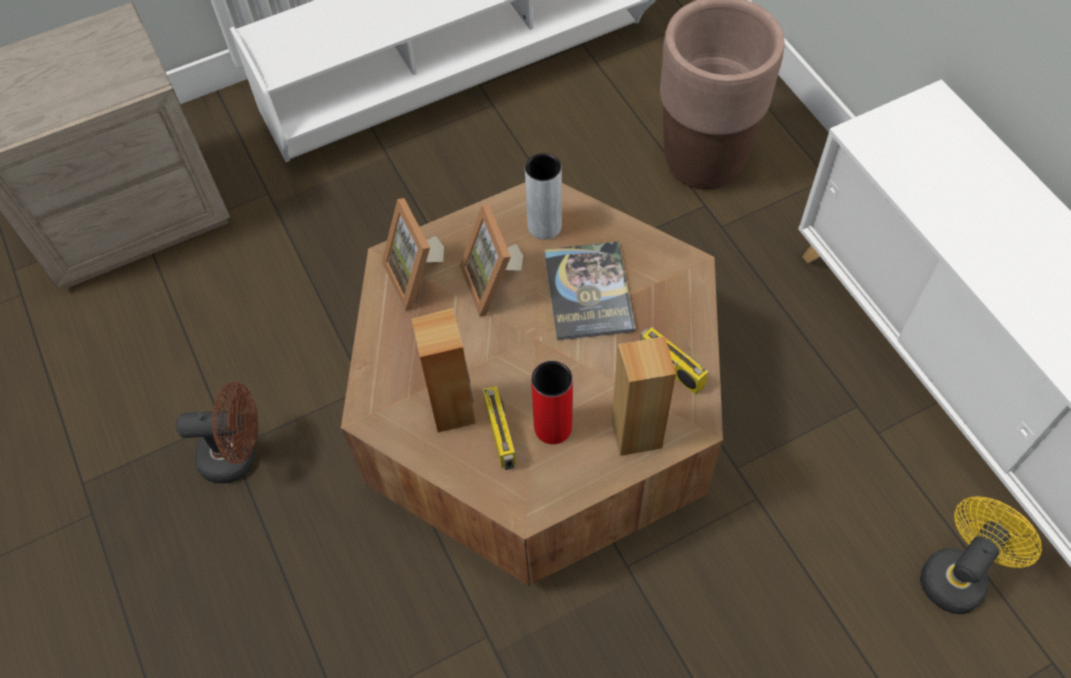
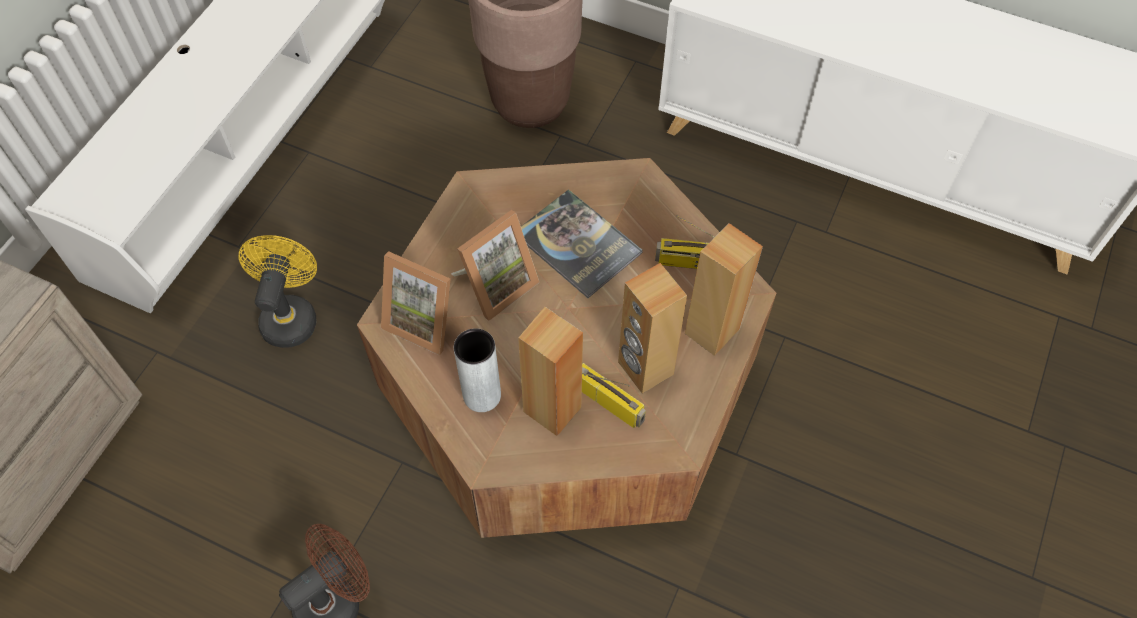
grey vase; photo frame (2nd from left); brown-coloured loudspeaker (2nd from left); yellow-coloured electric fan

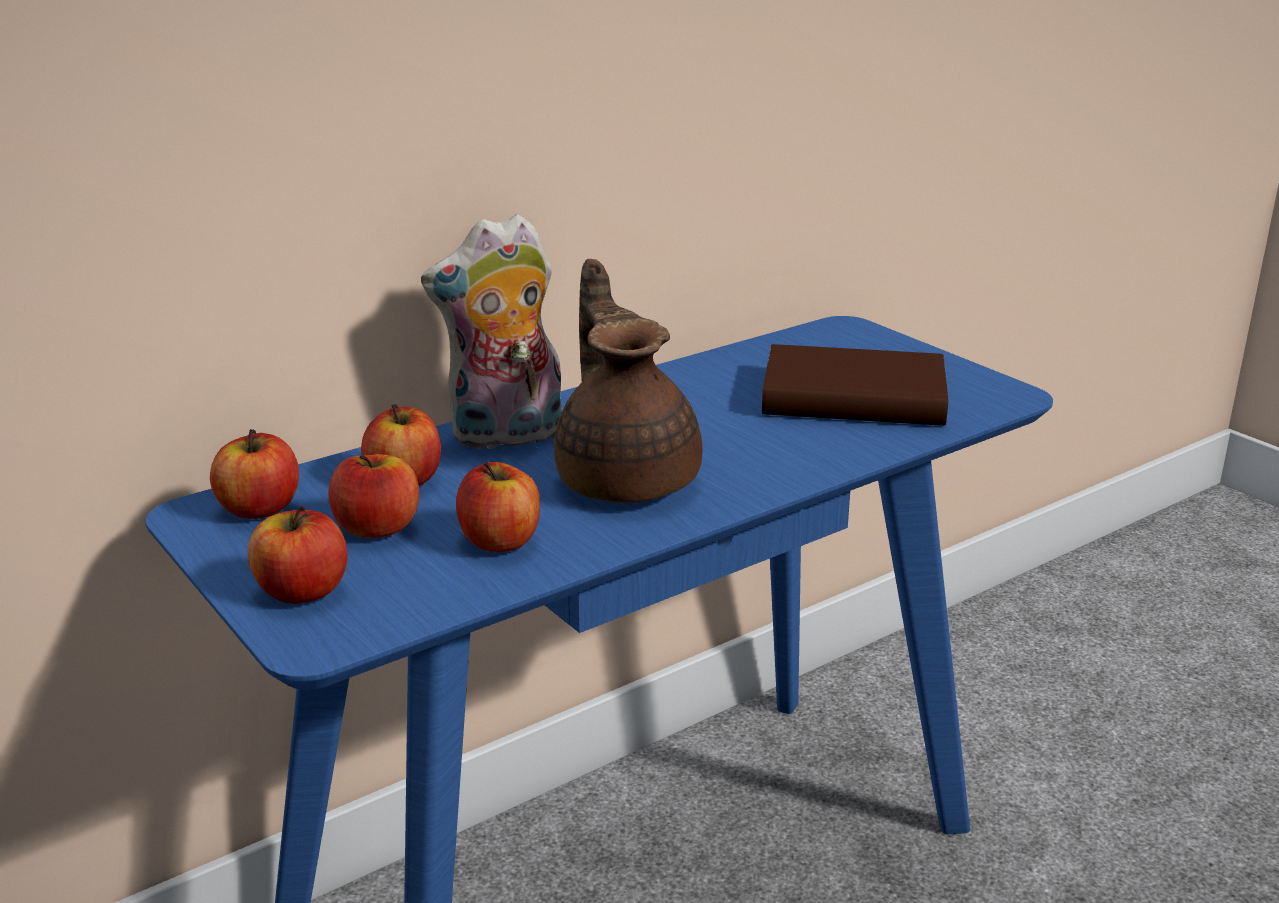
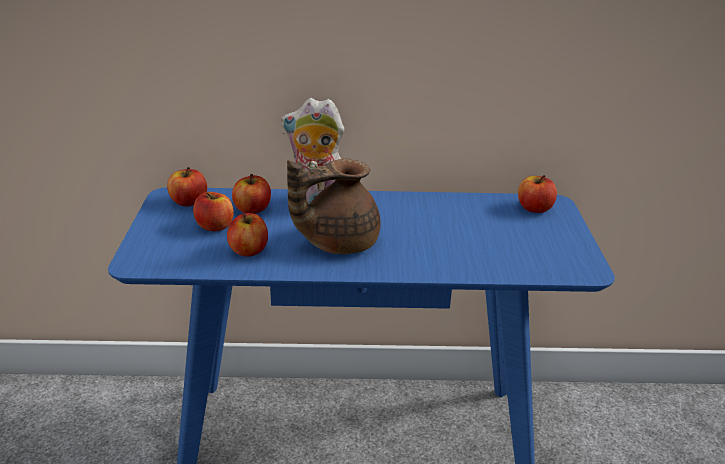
brown-coloured tea pot; brown-coloured book; apple fruit (5th from left)

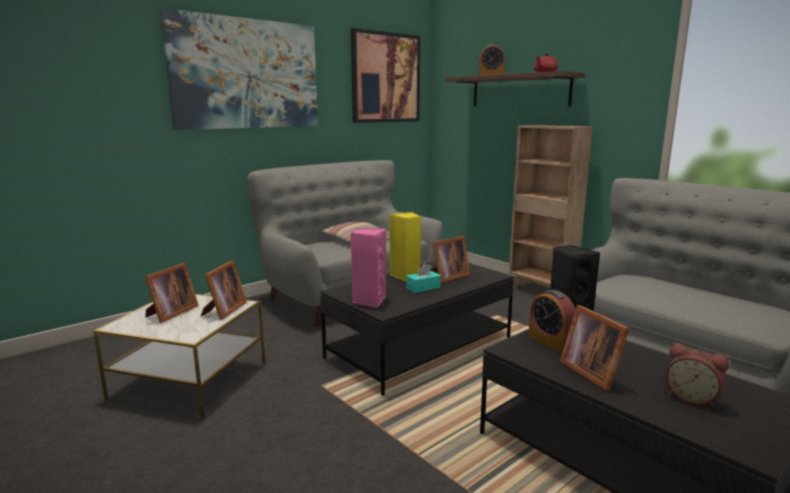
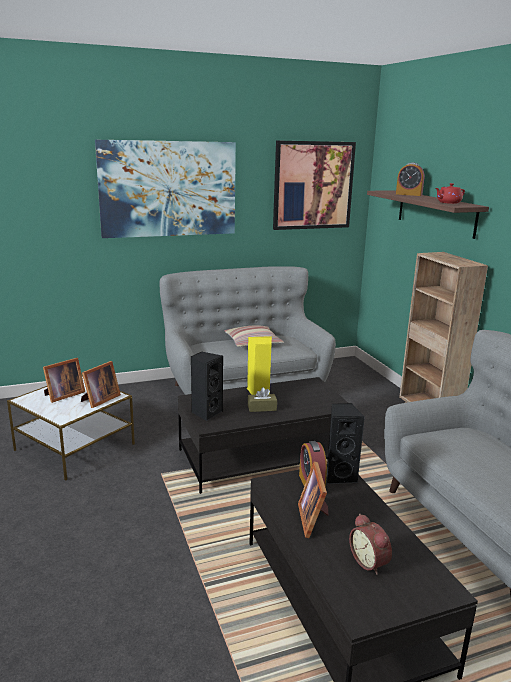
black loudspeaker (1st from left); photo frame (3rd from left in the first image); brown-coloured tissue box

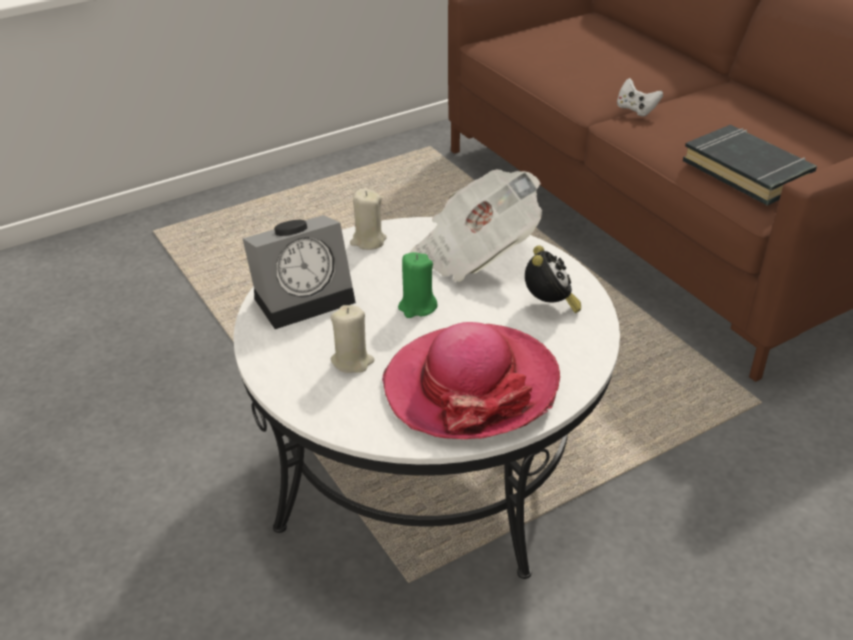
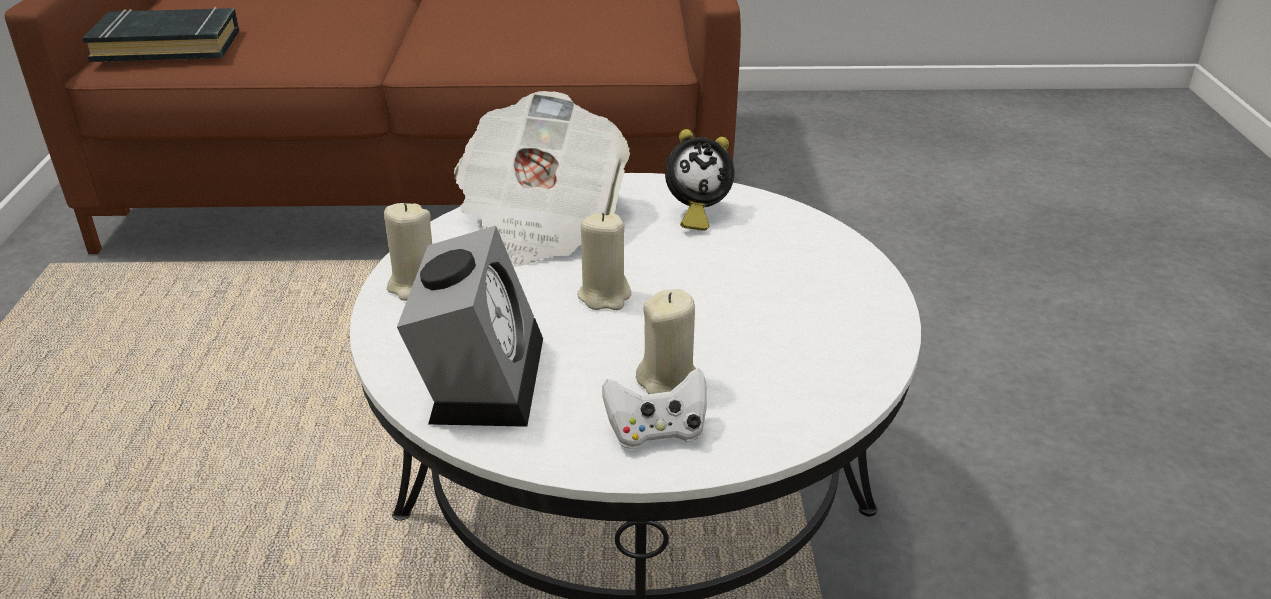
white-coloured joypad; black book; table clock (2nd from left); beige wax candle (2nd from left); hat

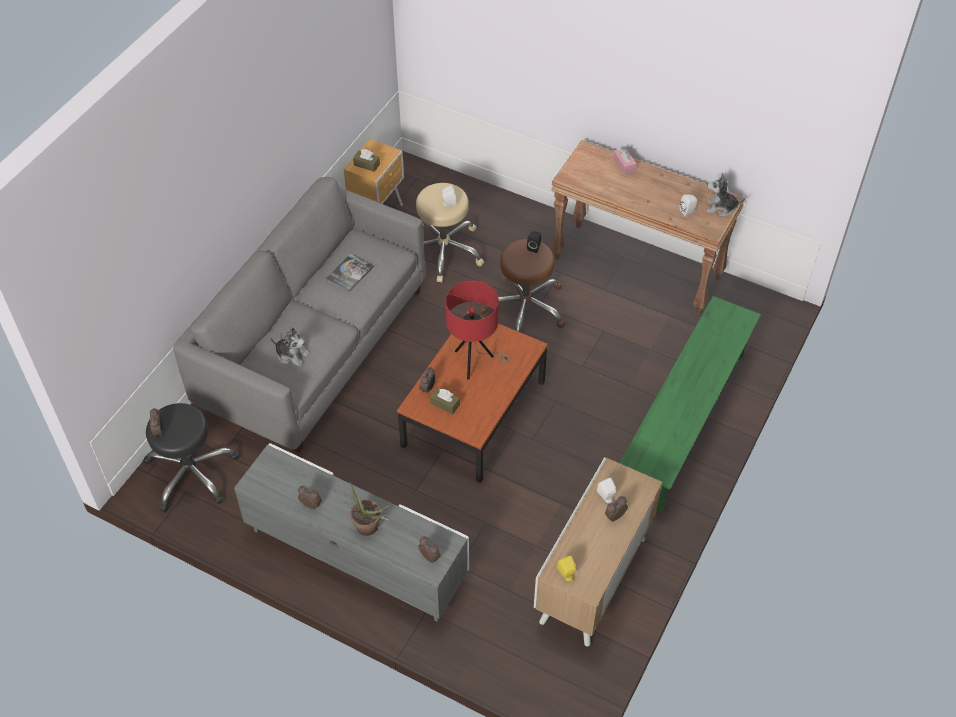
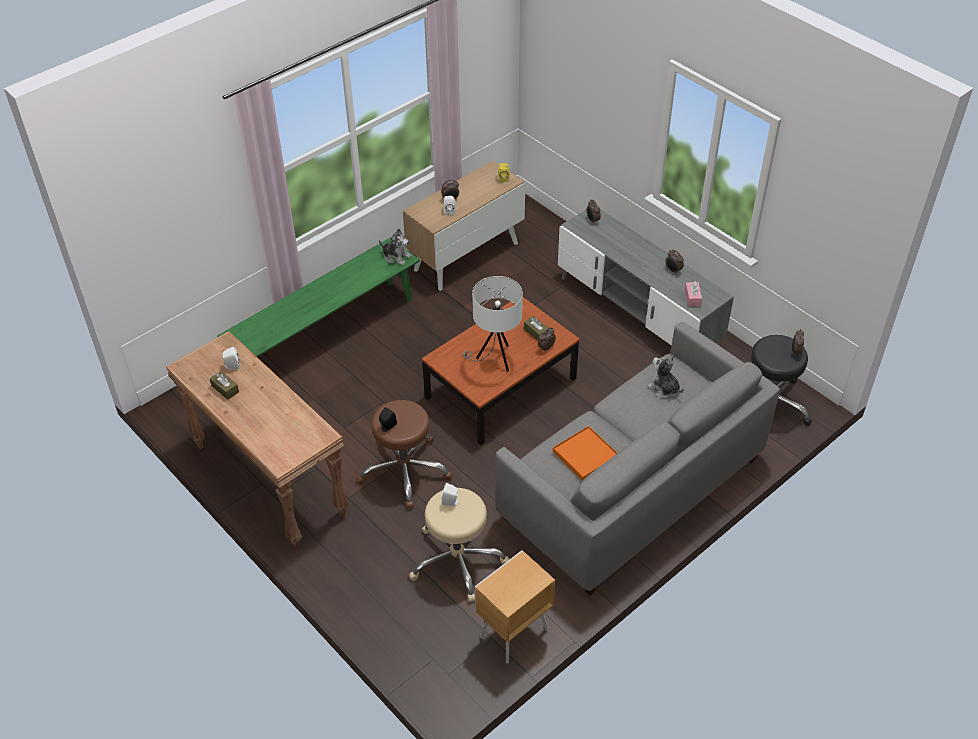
pink-coloured tissue box; brown-coloured tissue box (1st from left); soft toy (1st from left); orangey serving tray; white-coloured tabletop lamp; houseplant

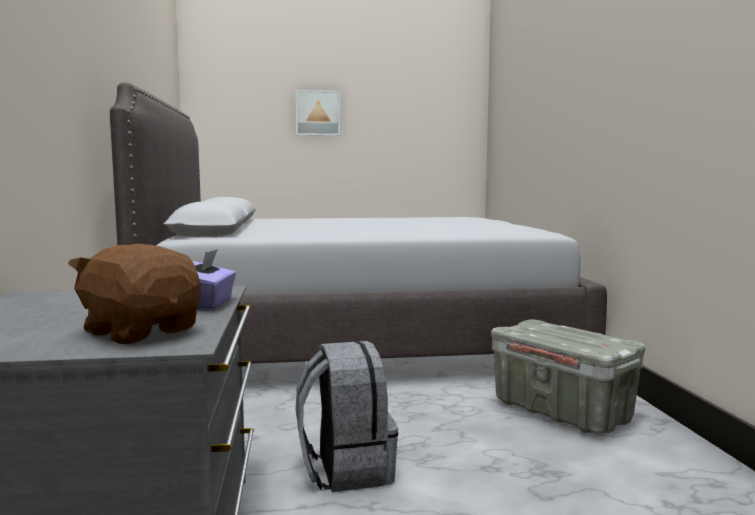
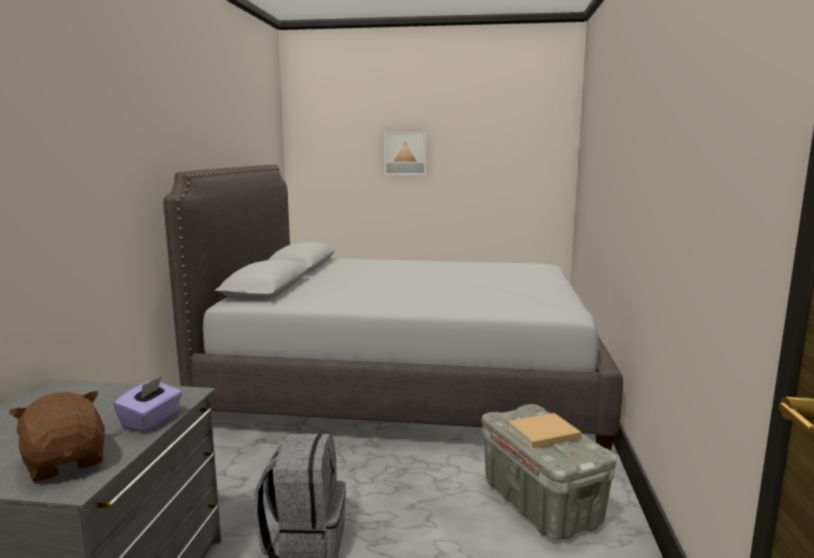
beige book

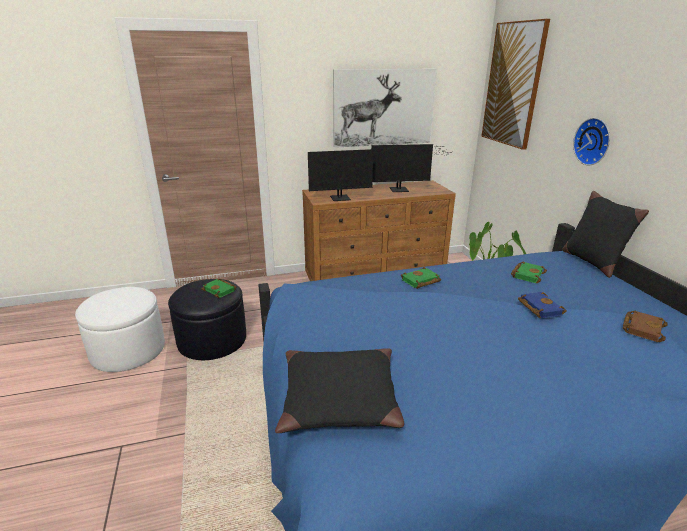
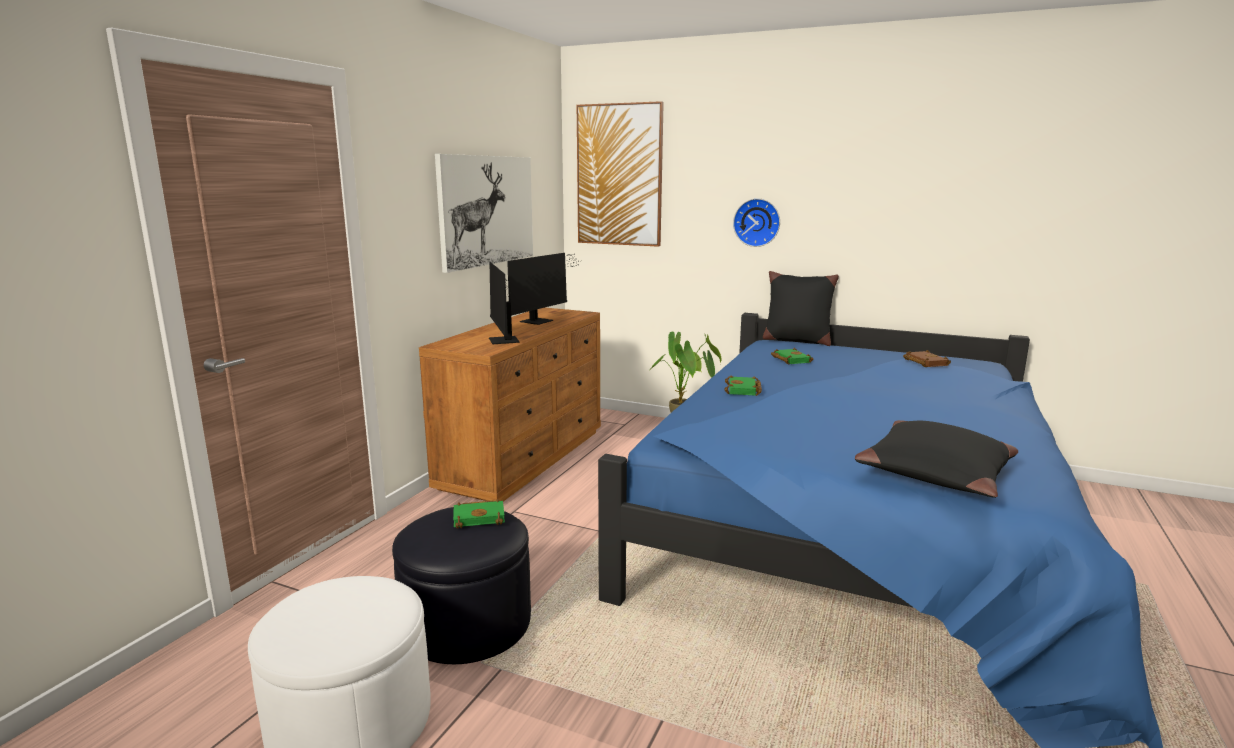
computer display (1st from left); blue book

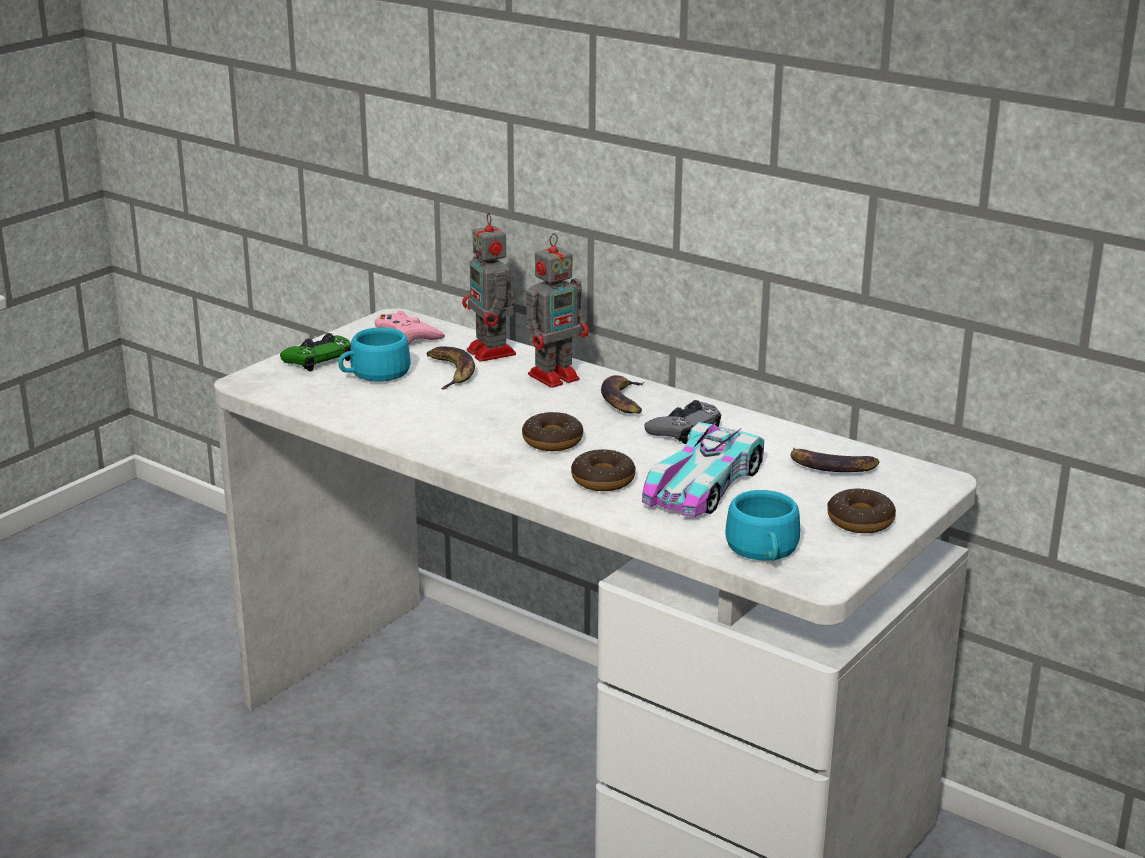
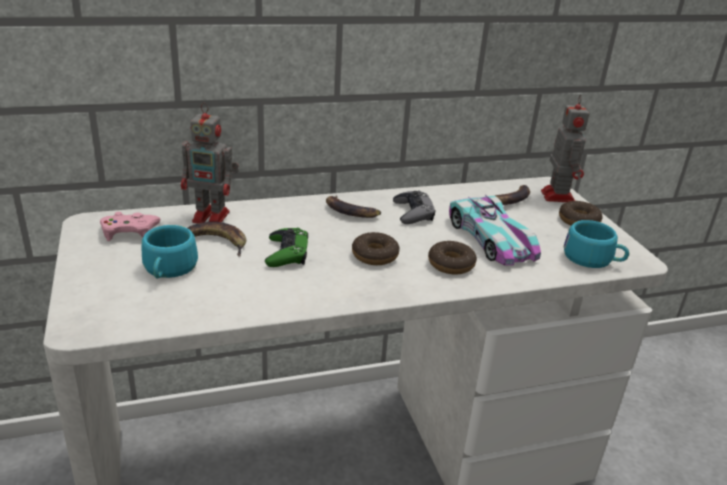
robot figure (2nd from left); green joypad

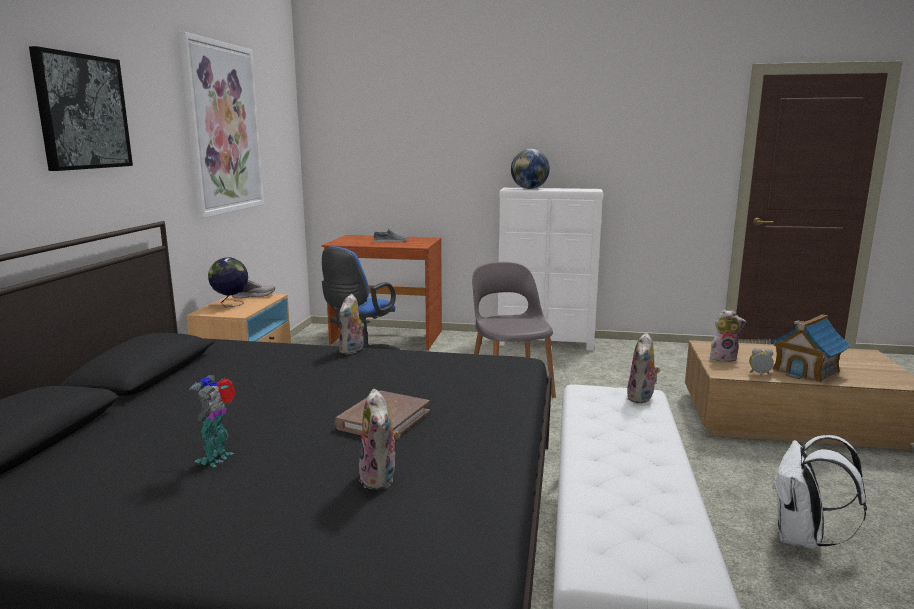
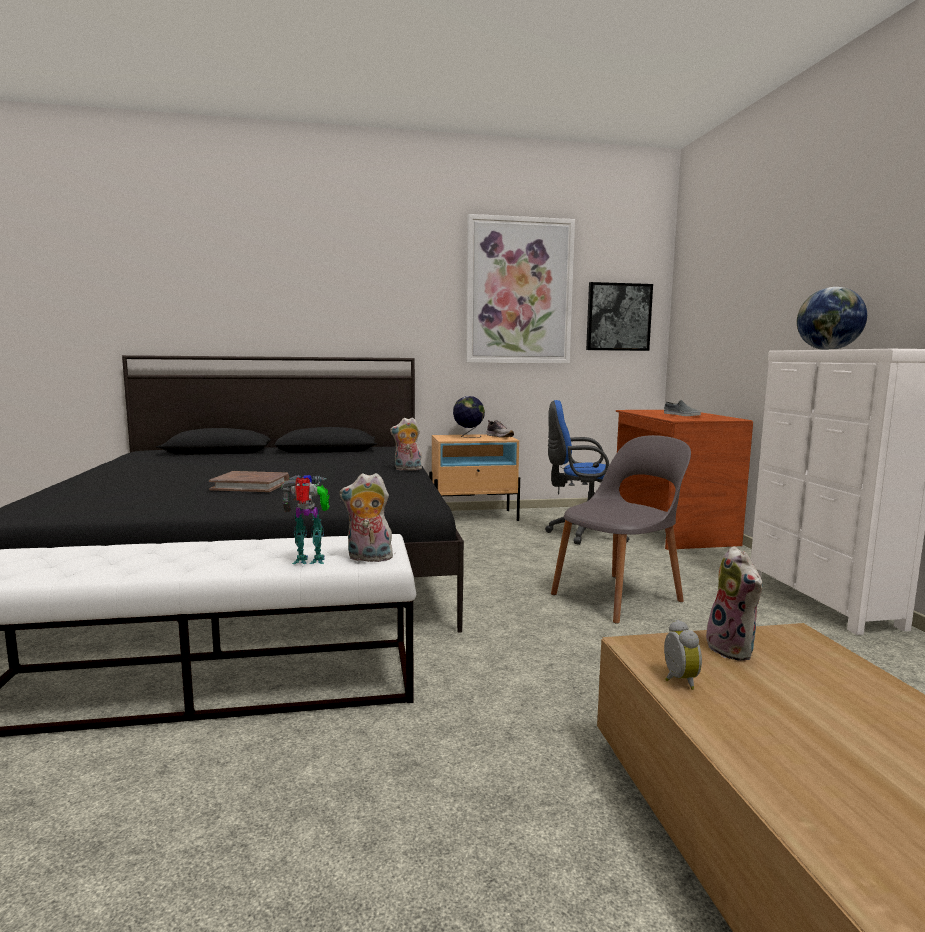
wall art (2nd from left); miniature house; robot figure; soft toy (2nd from left in the first image); white-coloured backpack

